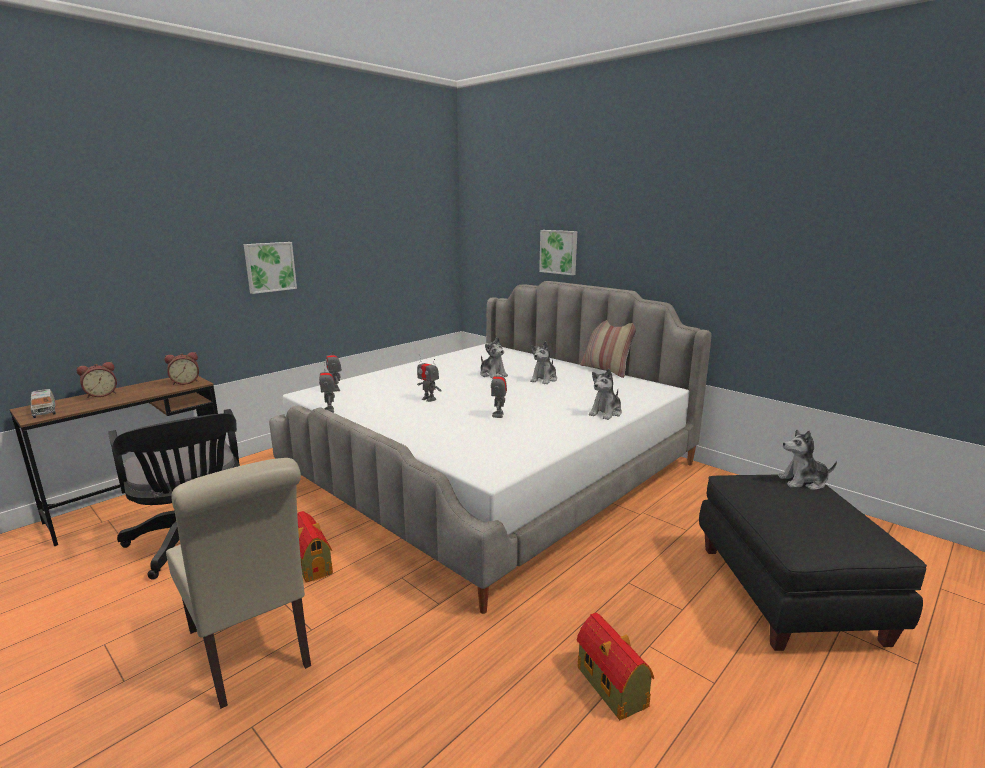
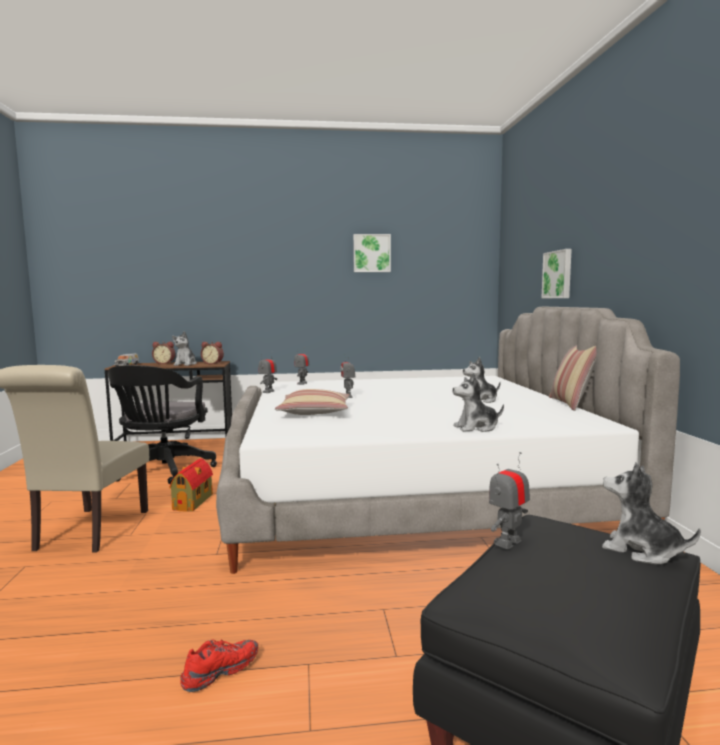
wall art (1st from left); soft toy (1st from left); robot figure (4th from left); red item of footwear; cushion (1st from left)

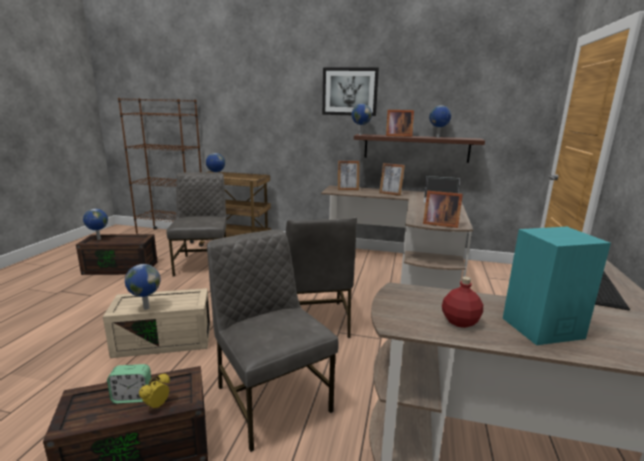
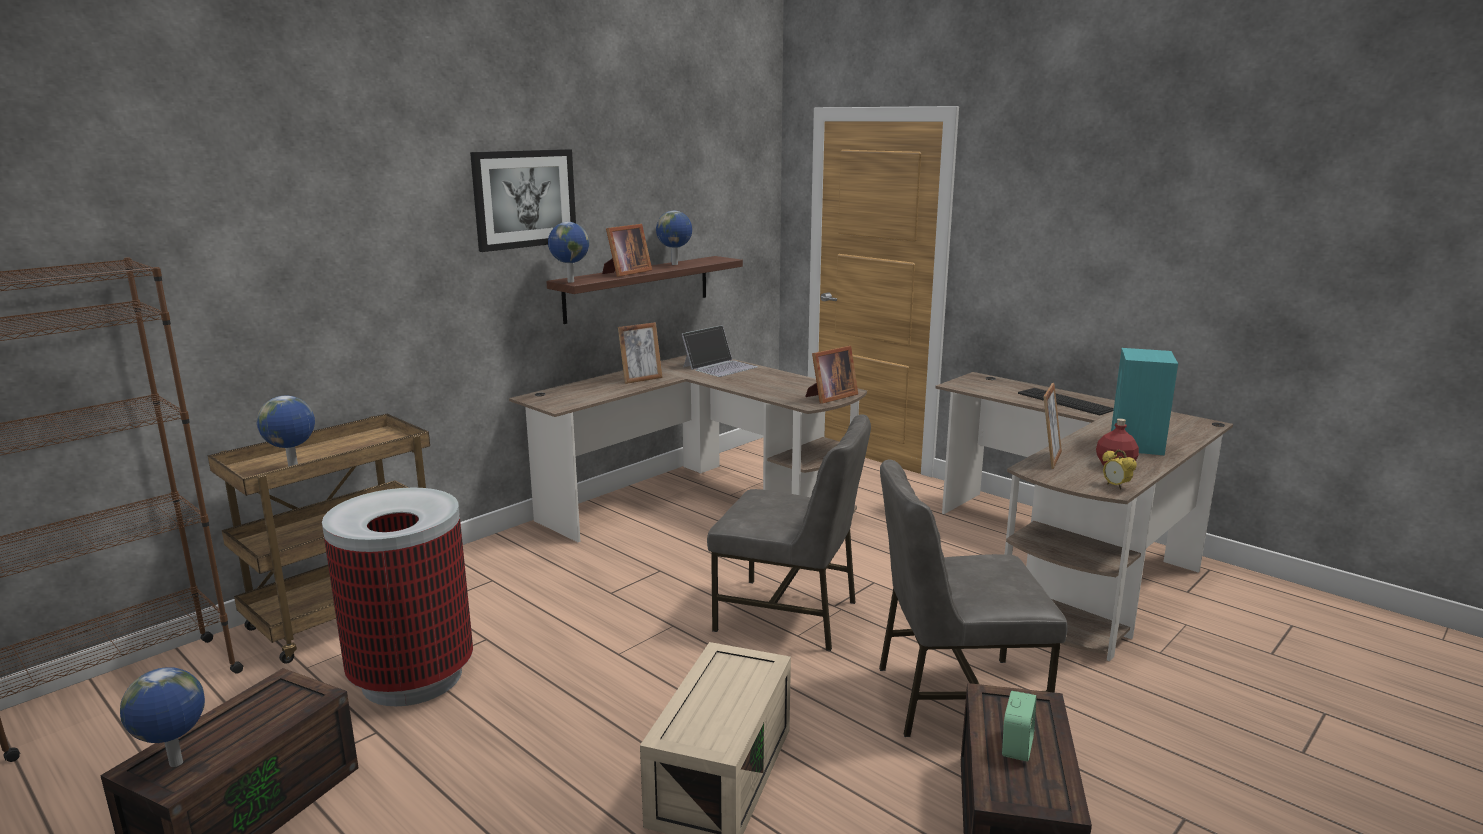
photo frame (4th from left); rubbish bin; globe (2nd from left in the first image); table clock (2nd from left)

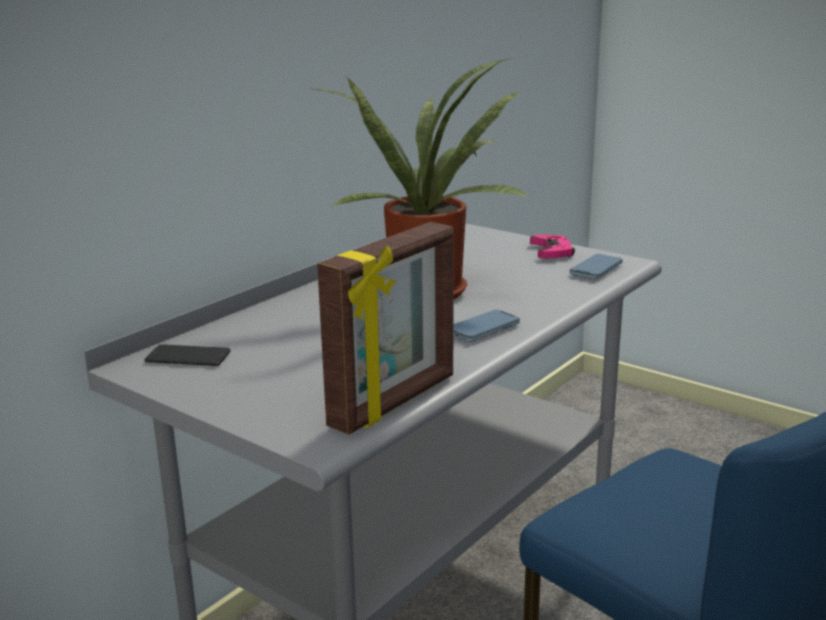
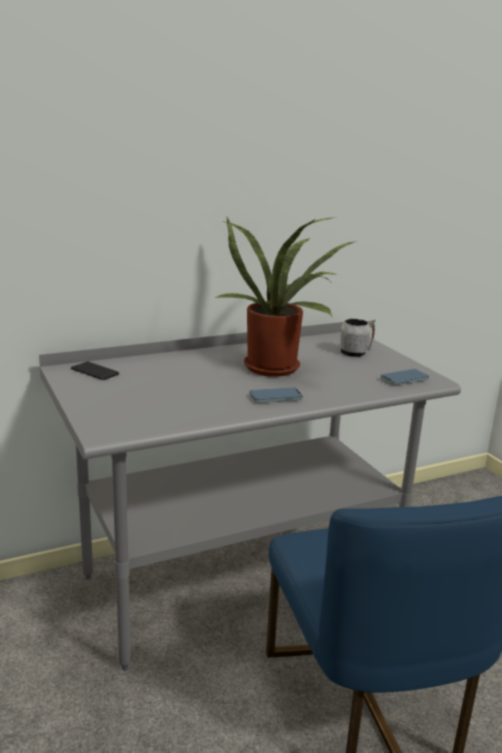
photo frame; pink-coloured joypad; grey mug

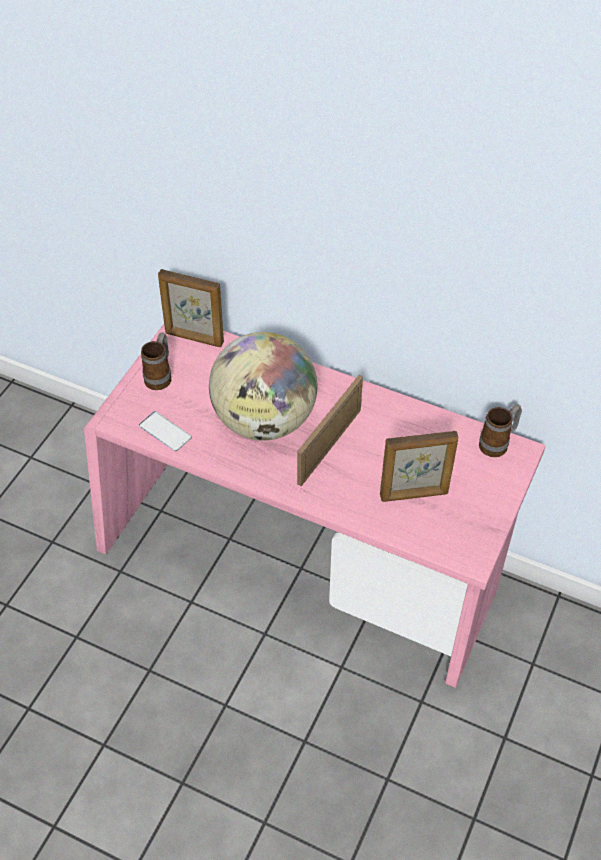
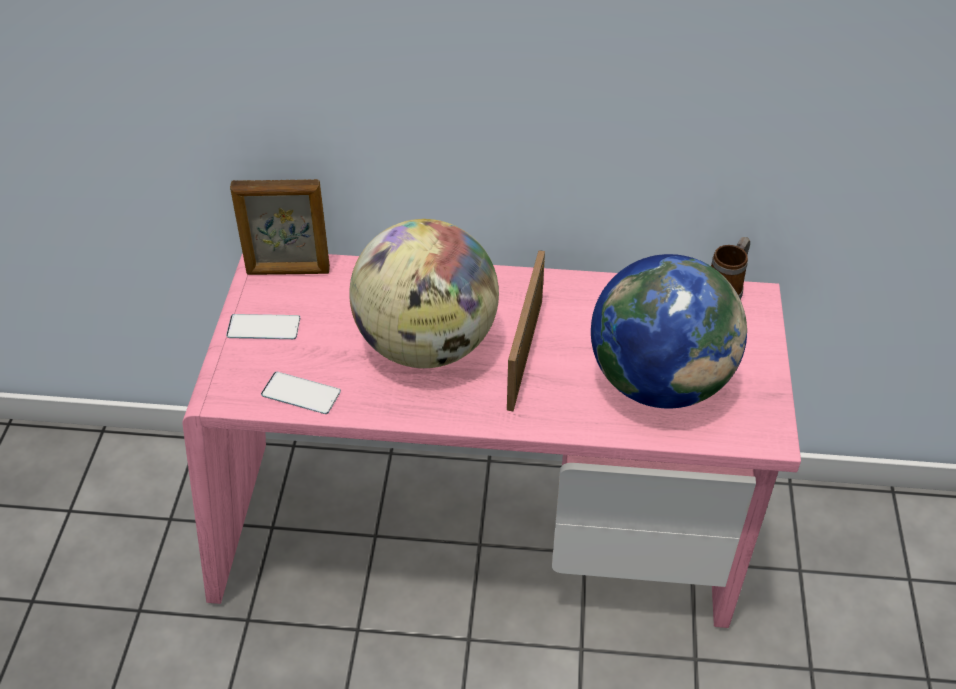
phone (1st from left); globe (2nd from left)

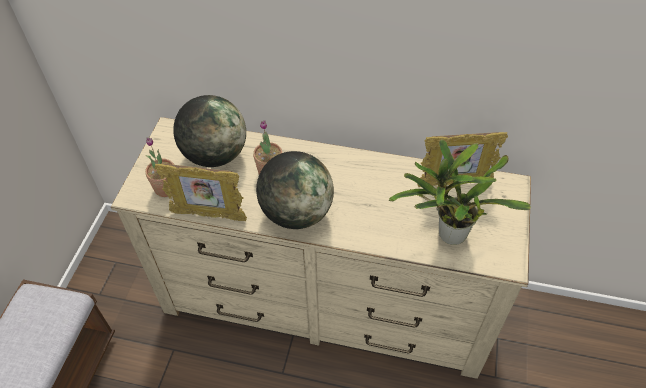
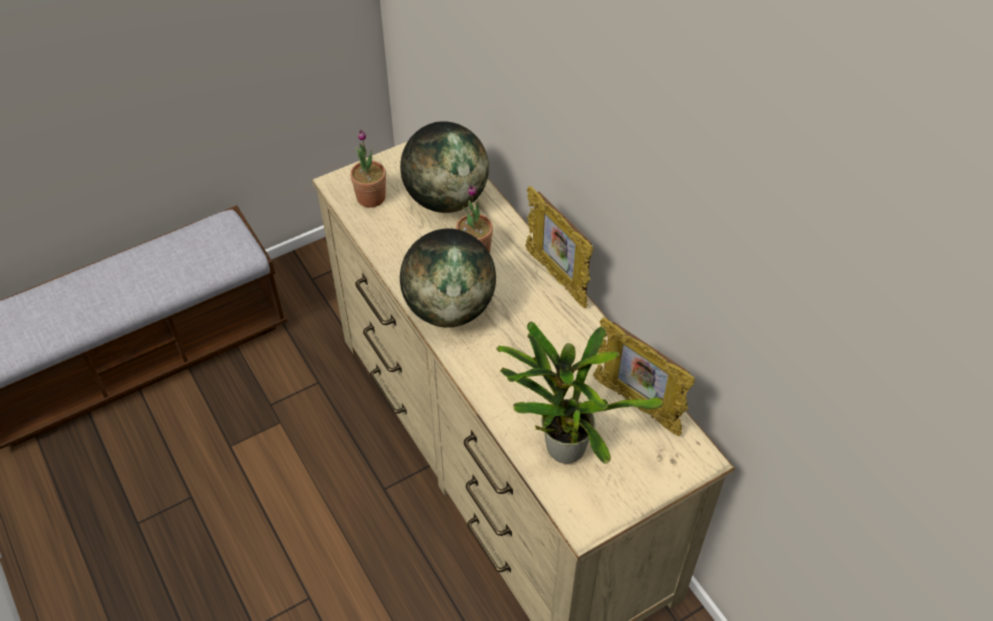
photo frame (1st from left)

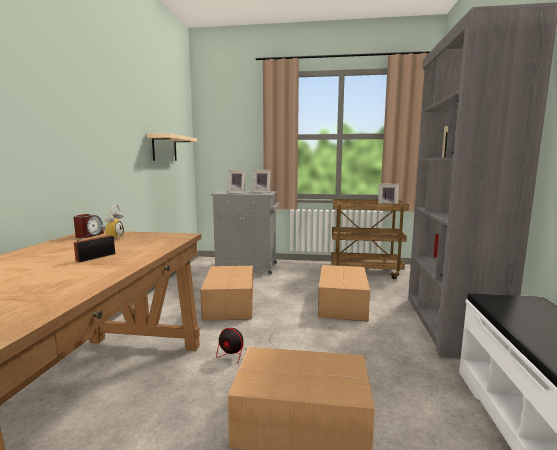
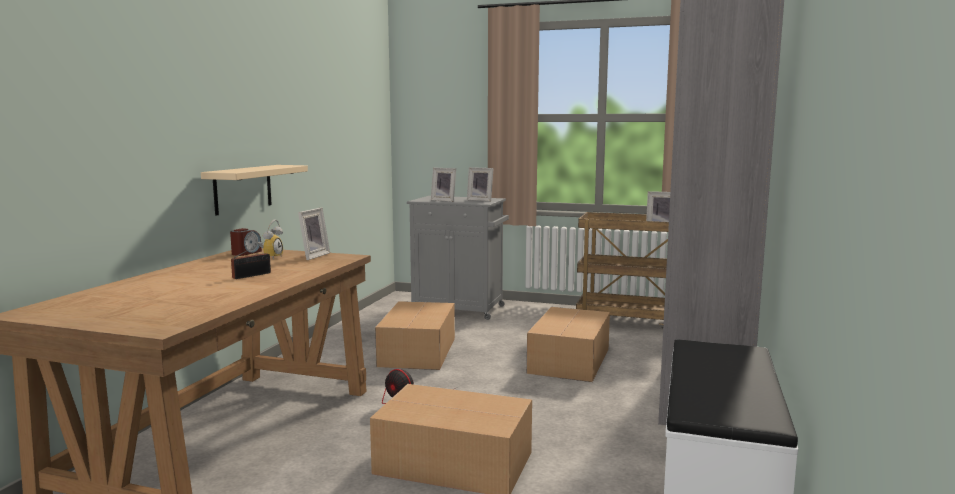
beige shelf; photo frame (1st from left)

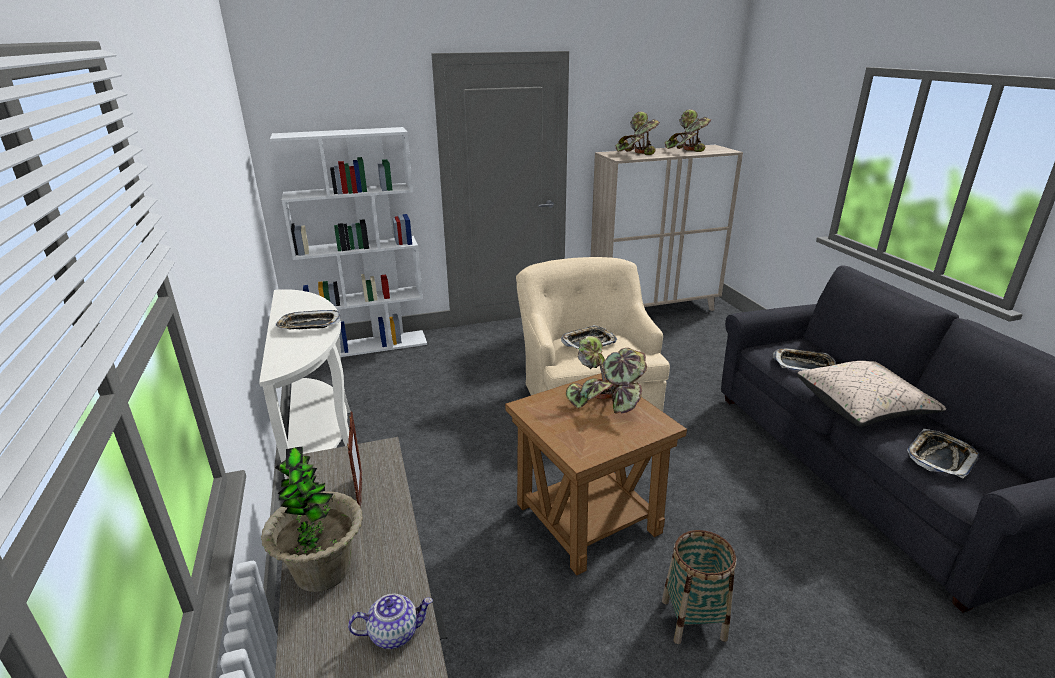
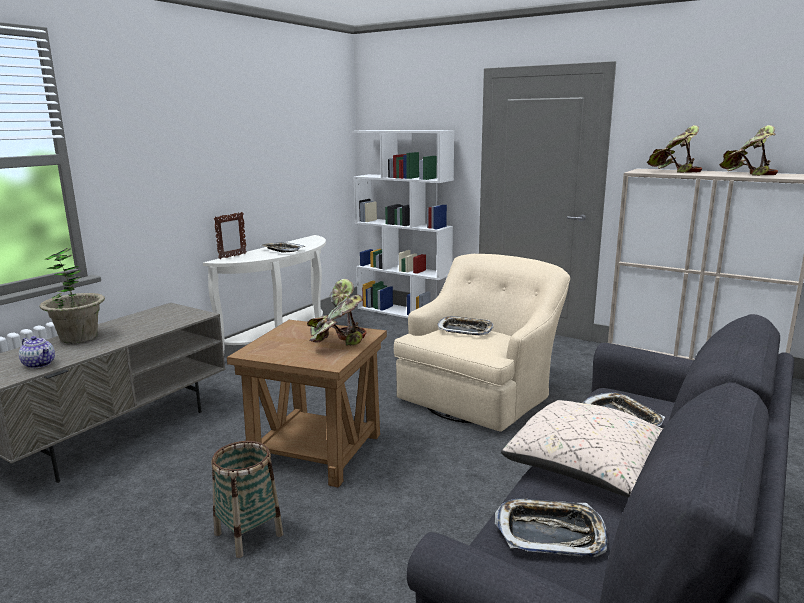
photo frame

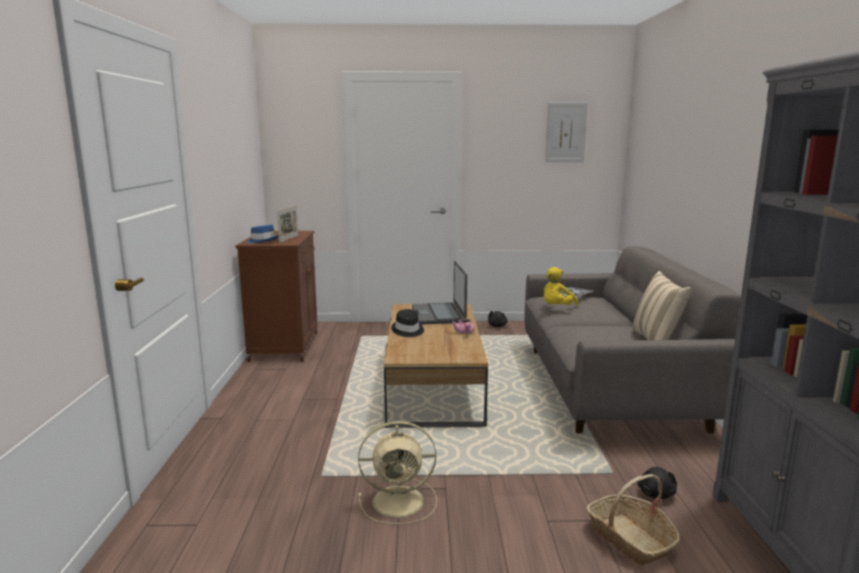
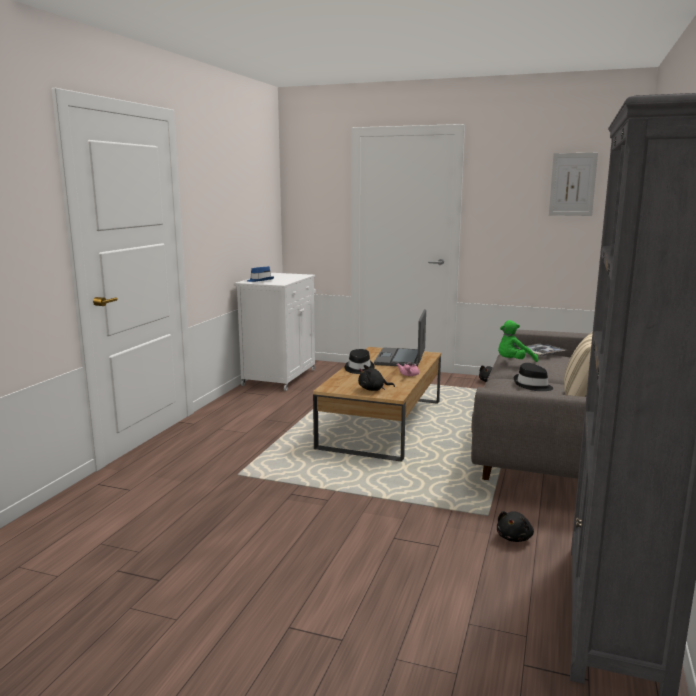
photo frame; white-coloured storage cabinet; green soft toy; beige electric fan; household basket; black hat (2nd from left); black soft toy (1st from left)

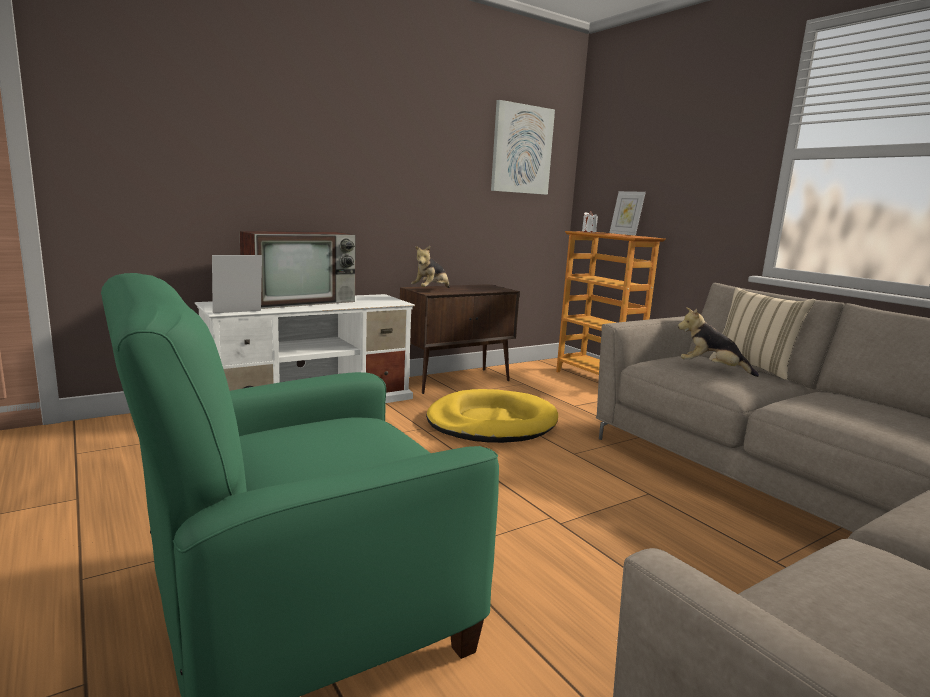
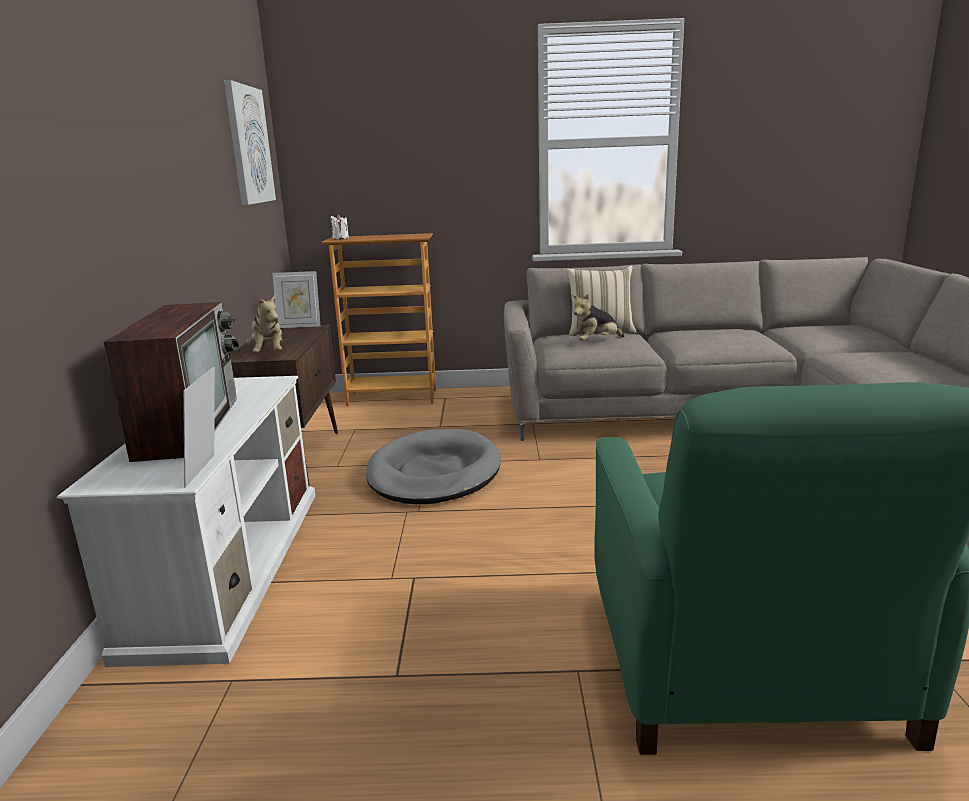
photo frame (2nd from left); grey dog bed

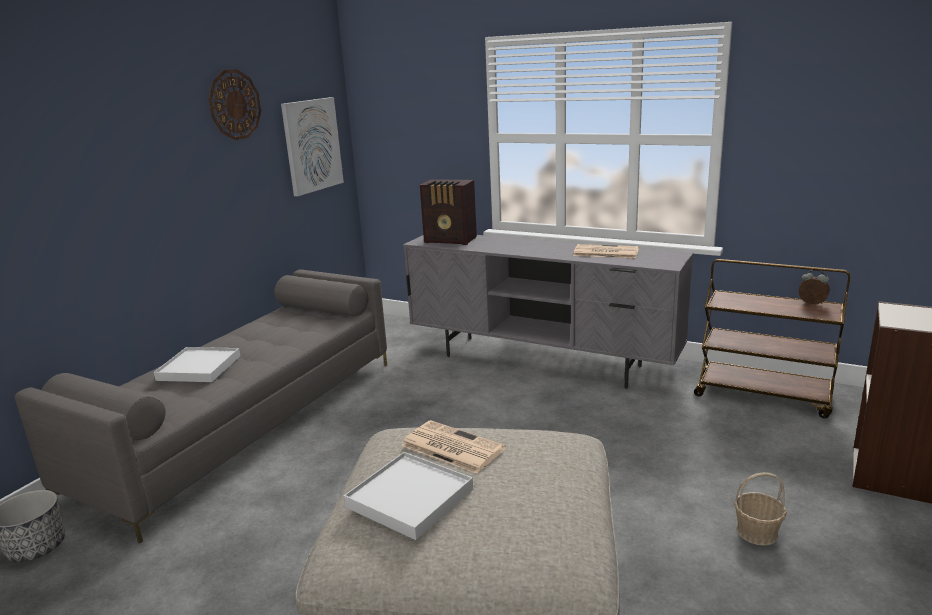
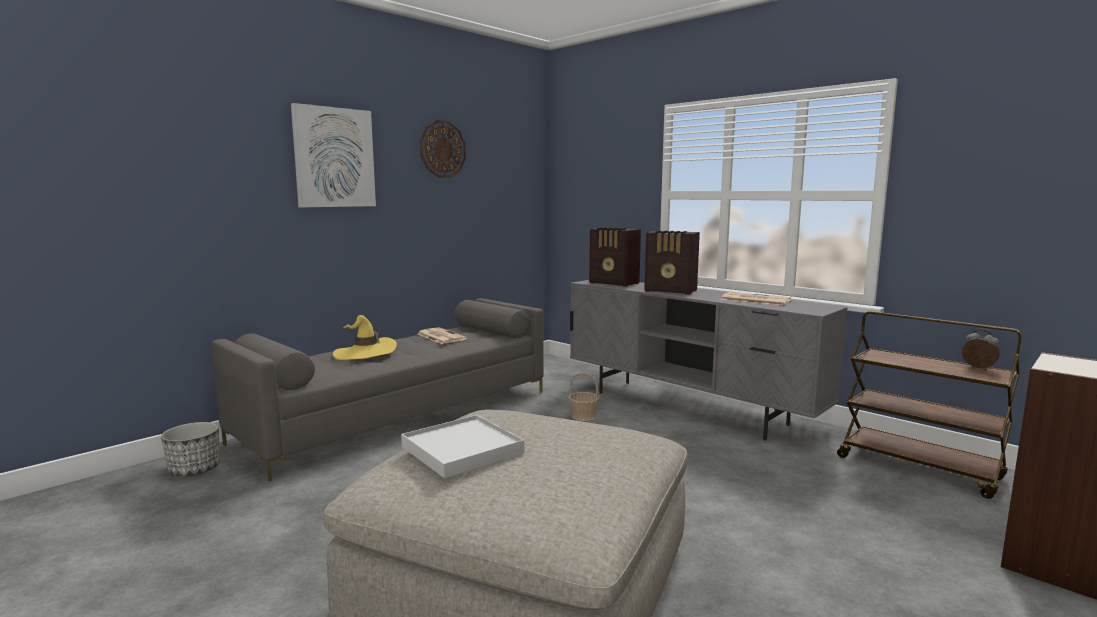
wall art; yellow-coloured hat; newspaper (1st from left); household basket; radio (2nd from left)

